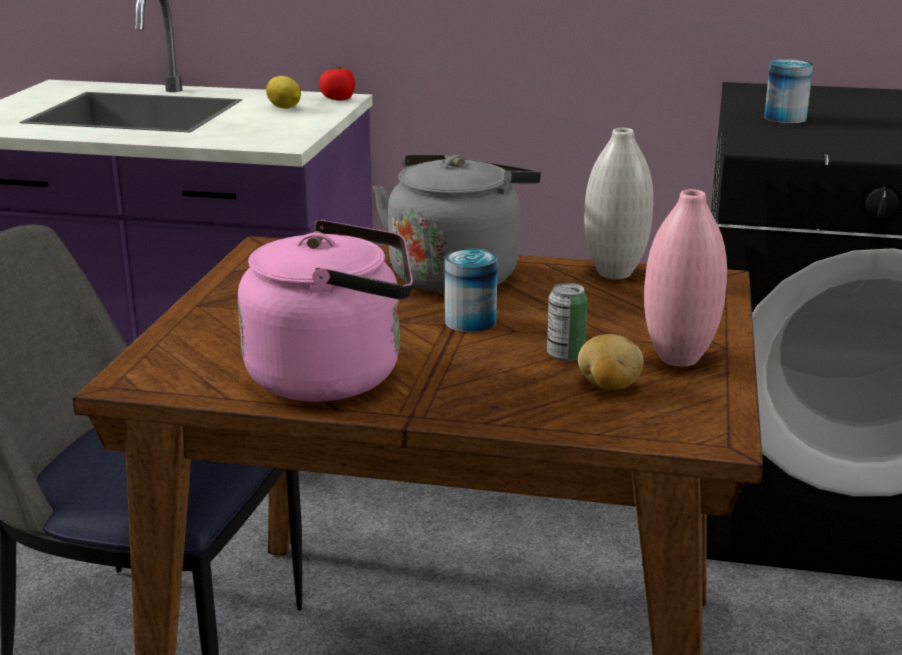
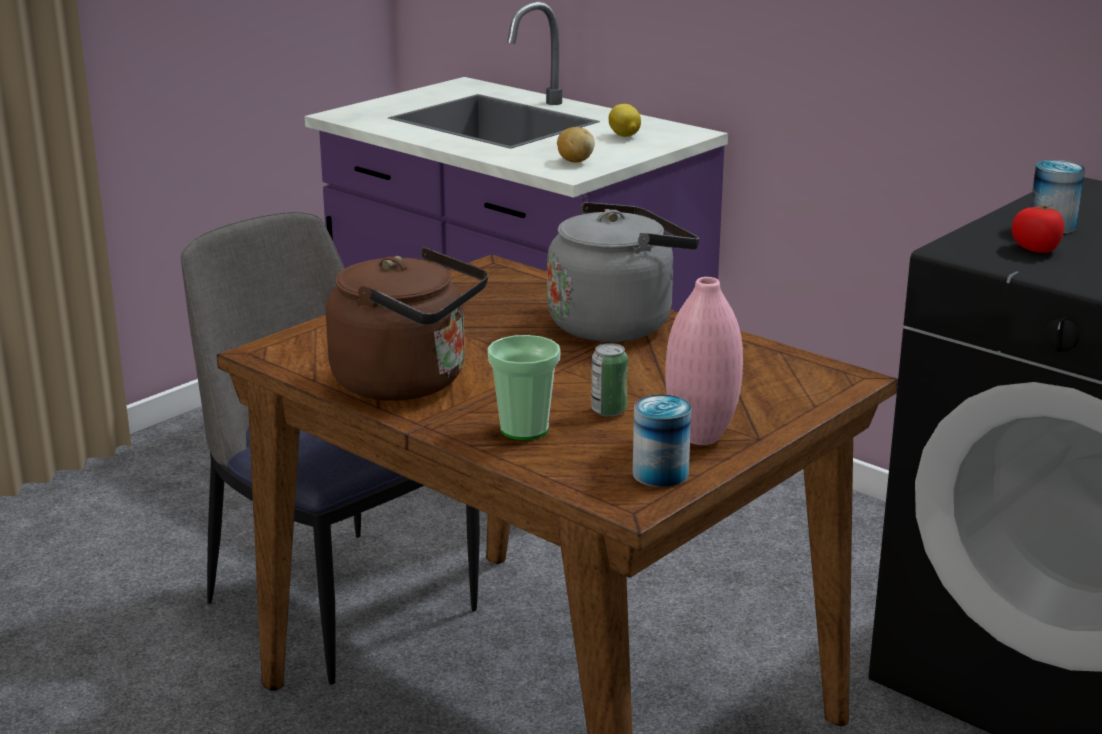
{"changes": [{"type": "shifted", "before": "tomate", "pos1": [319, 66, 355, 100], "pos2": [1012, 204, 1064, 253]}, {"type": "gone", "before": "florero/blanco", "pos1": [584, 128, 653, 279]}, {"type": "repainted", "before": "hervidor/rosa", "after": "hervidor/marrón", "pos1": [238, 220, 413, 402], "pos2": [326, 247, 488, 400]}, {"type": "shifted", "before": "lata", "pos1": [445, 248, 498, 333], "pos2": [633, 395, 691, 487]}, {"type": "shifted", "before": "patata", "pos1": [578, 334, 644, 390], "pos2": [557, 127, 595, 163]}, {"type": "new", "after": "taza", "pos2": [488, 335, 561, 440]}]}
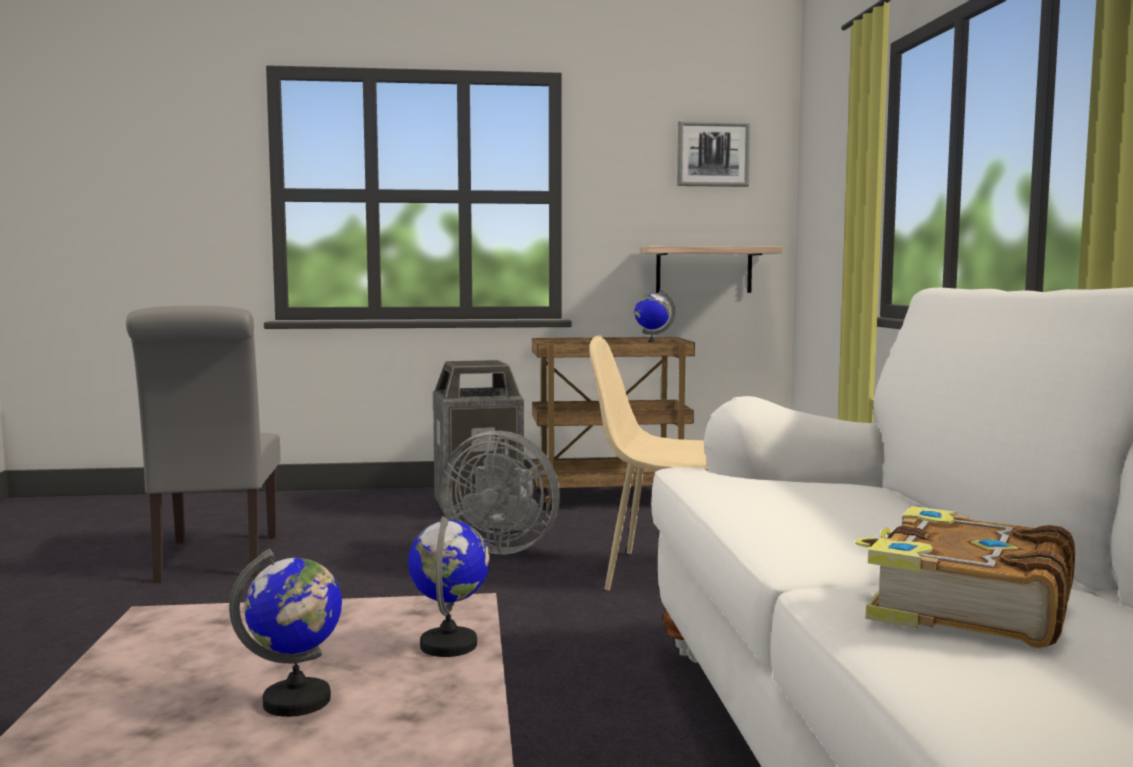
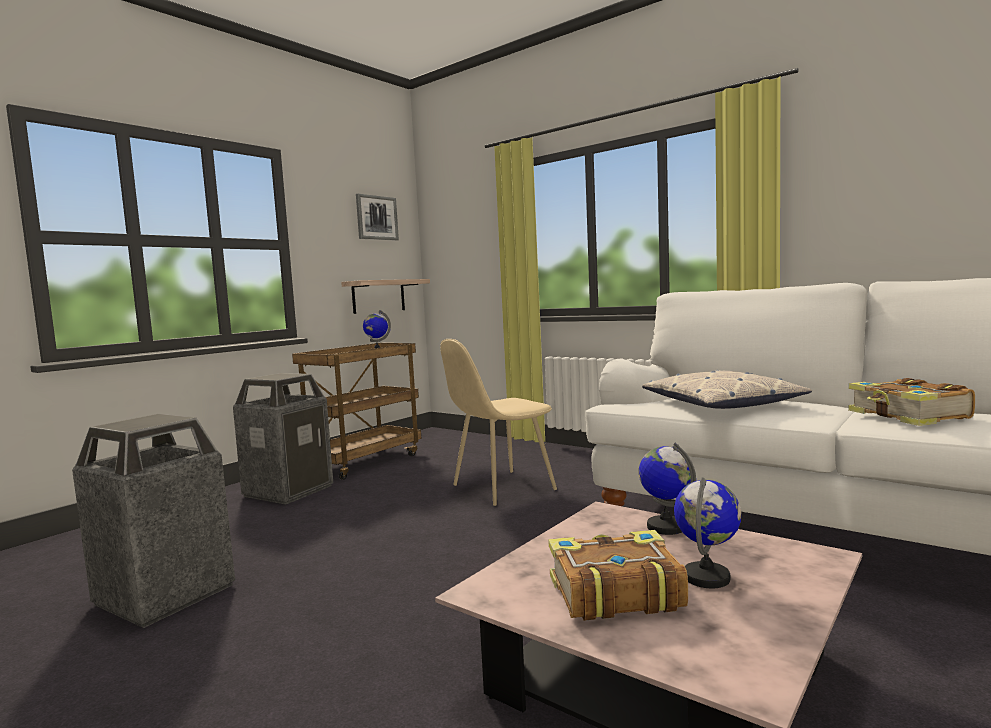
{"changes": [{"type": "swapped", "before": "silla/gris", "after": "papelera", "pos1": [126, 305, 281, 583], "pos2": [72, 414, 235, 628]}, {"type": "gone", "before": "ventilador/gris", "pos1": [440, 431, 560, 554]}, {"type": "new", "after": "cojín", "pos2": [642, 370, 812, 409]}, {"type": "new", "after": "libro", "pos2": [548, 530, 688, 621]}]}
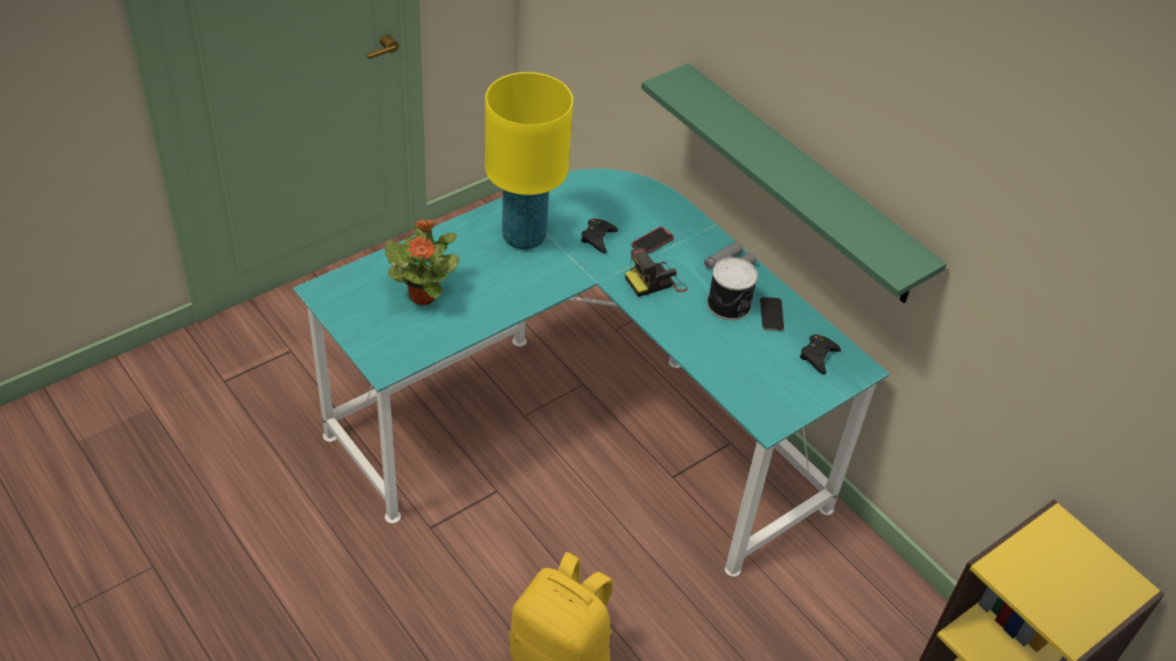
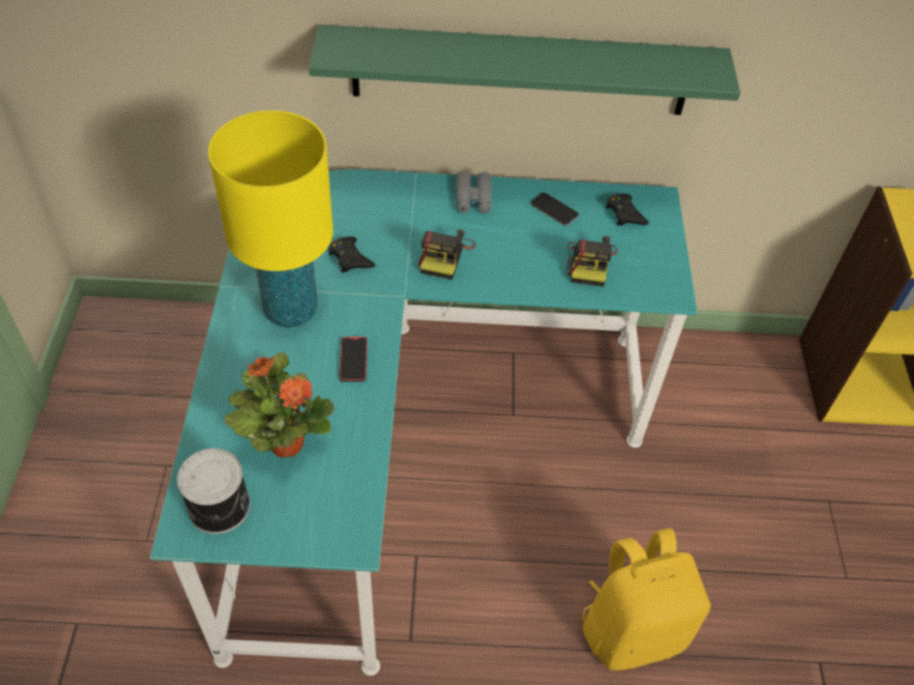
{"changes": [{"type": "shifted", "before": "móvil", "pos1": [631, 227, 674, 254], "pos2": [339, 337, 367, 382]}, {"type": "shifted", "before": "lata", "pos1": [707, 257, 758, 321], "pos2": [177, 448, 250, 534]}, {"type": "new", "after": "cámara", "pos2": [567, 236, 617, 286]}]}
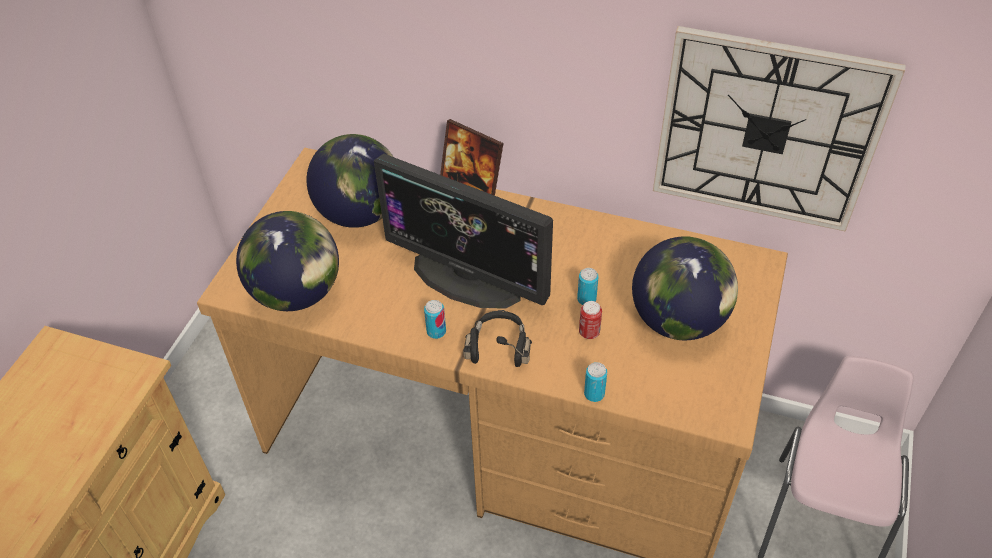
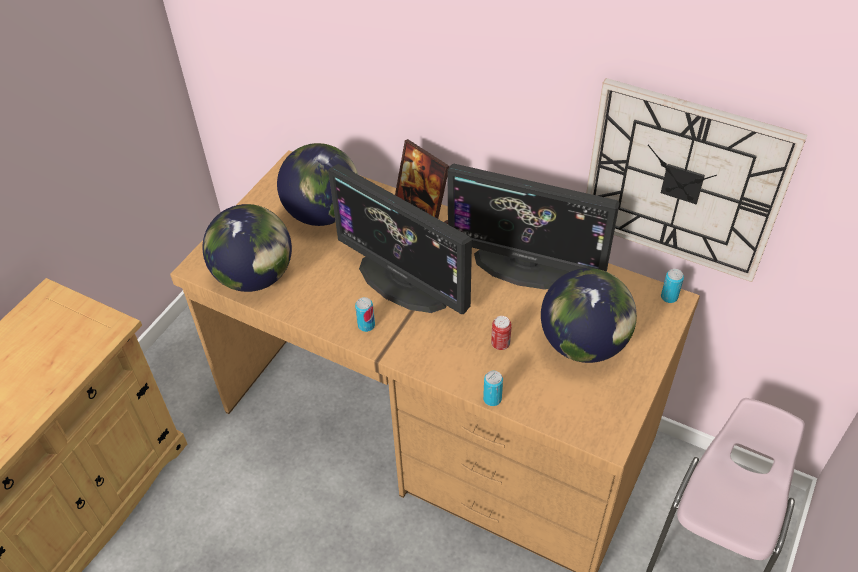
{"changes": [{"type": "shifted", "before": "lata", "pos1": [577, 268, 599, 305], "pos2": [661, 269, 684, 303]}, {"type": "gone", "before": "auriculares/negro", "pos1": [463, 310, 532, 367]}, {"type": "new", "after": "monitor", "pos2": [447, 163, 620, 289]}]}
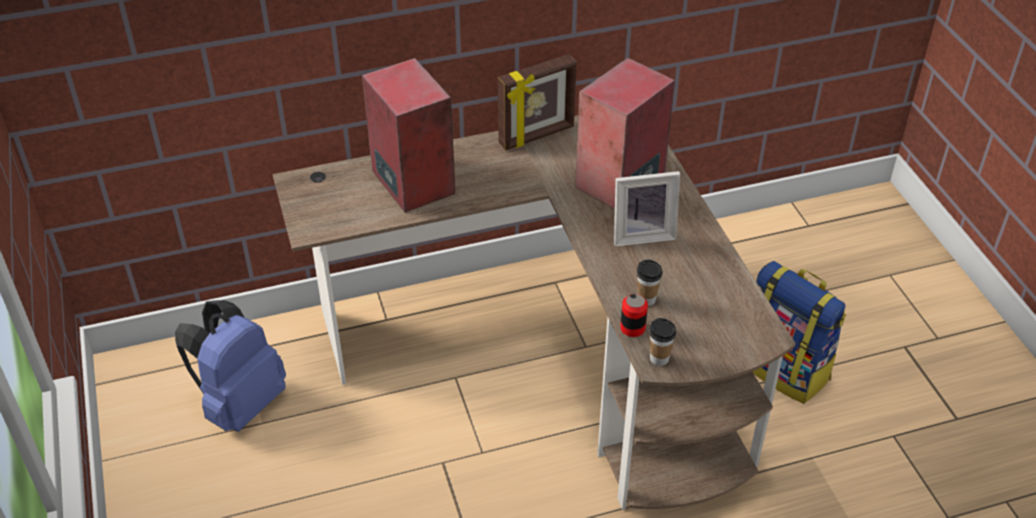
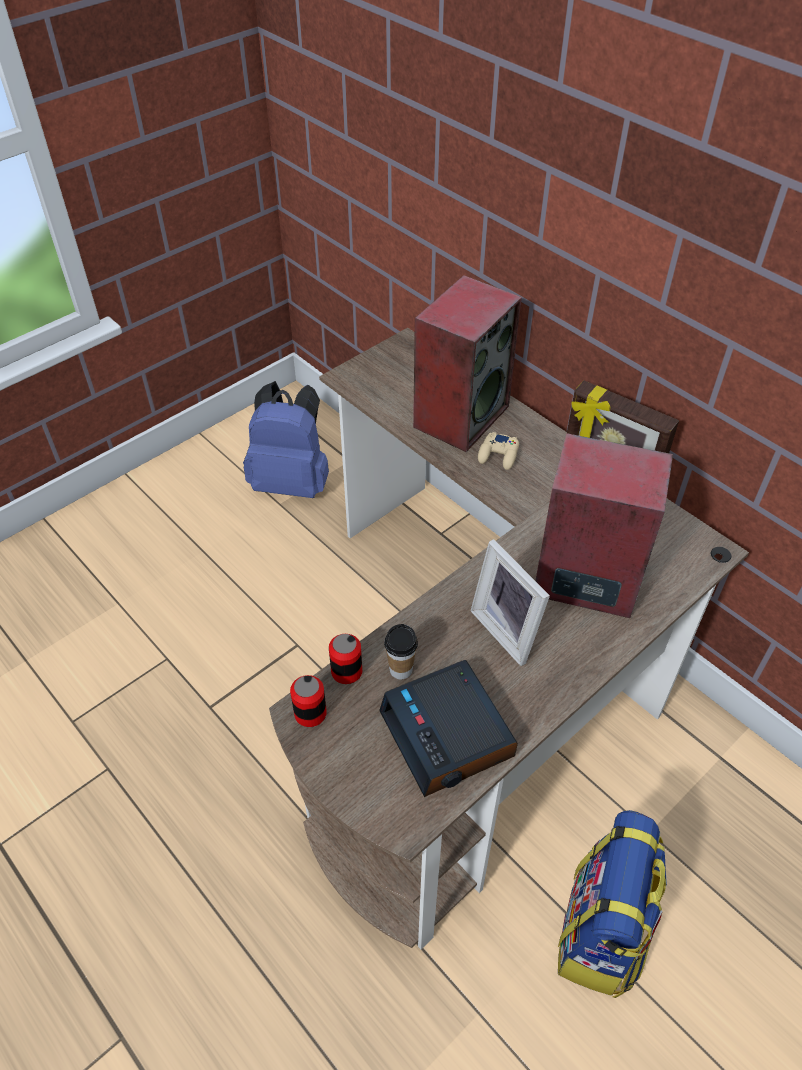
{"changes": [{"type": "swapped", "before": "taza", "after": "lata", "pos1": [649, 318, 677, 366], "pos2": [290, 675, 327, 727]}, {"type": "new", "after": "mando de consola/beis", "pos2": [478, 432, 519, 470]}, {"type": "new", "after": "despertador", "pos2": [379, 660, 518, 797]}]}
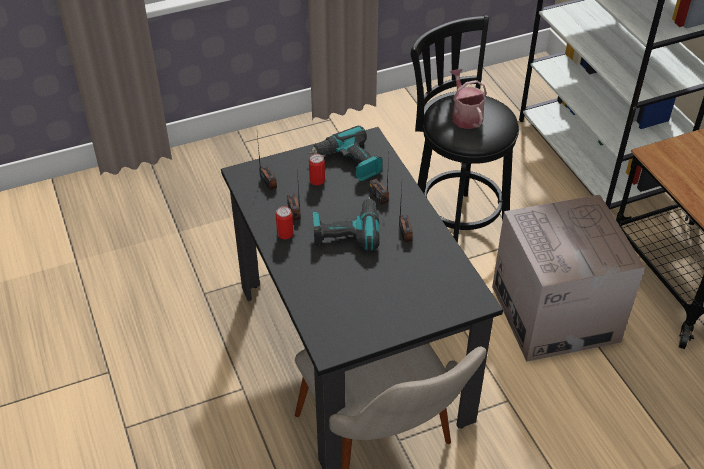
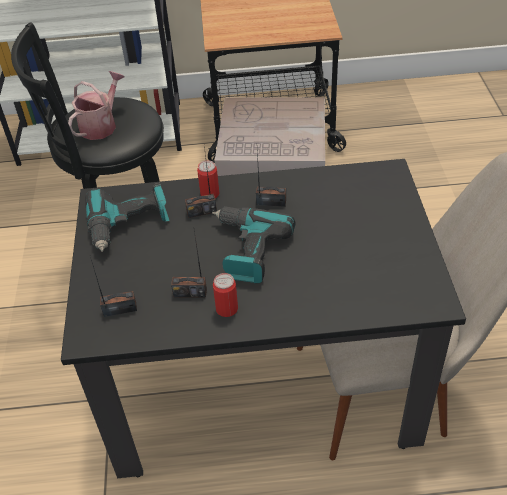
{"changes": [{"type": "rotated", "before": "regadera", "pos1": [450, 69, 487, 129], "pos2": [68, 71, 125, 140], "turn": 120}, {"type": "shifted", "before": "lata", "pos1": [309, 154, 325, 185], "pos2": [197, 160, 219, 198]}]}
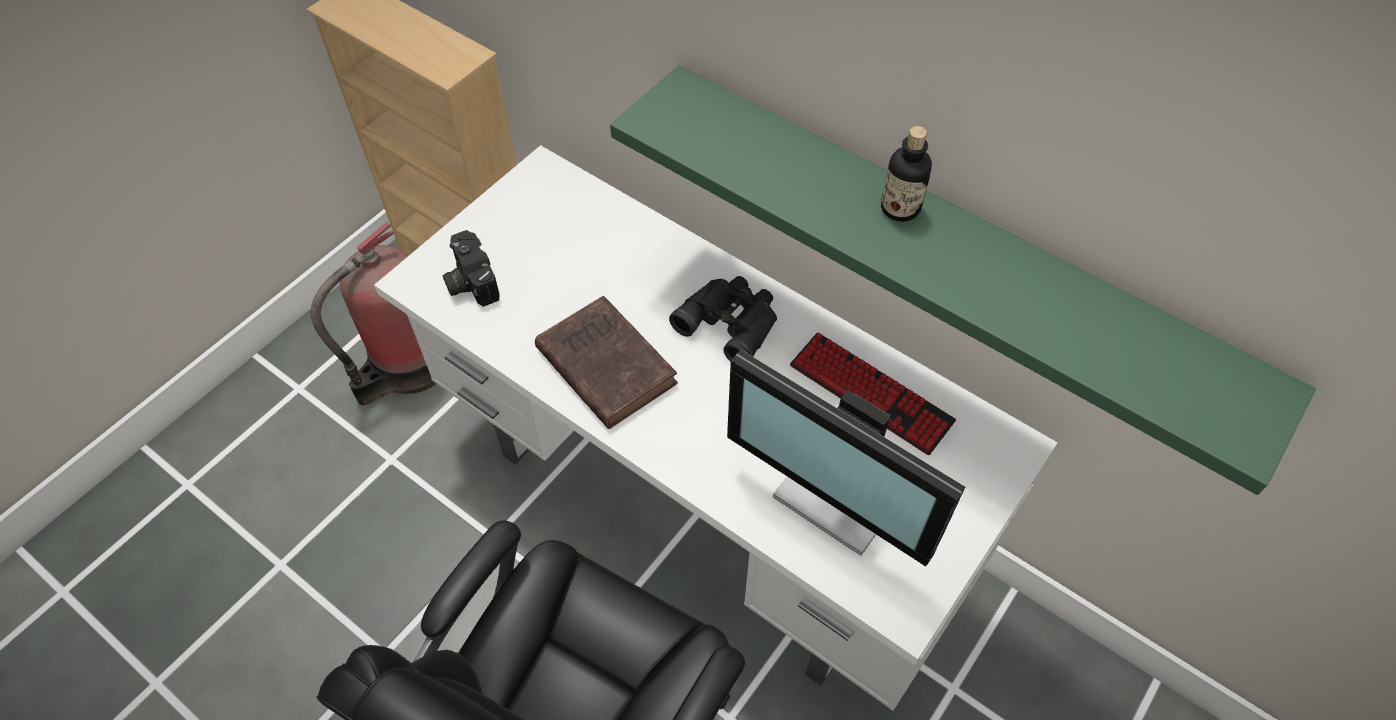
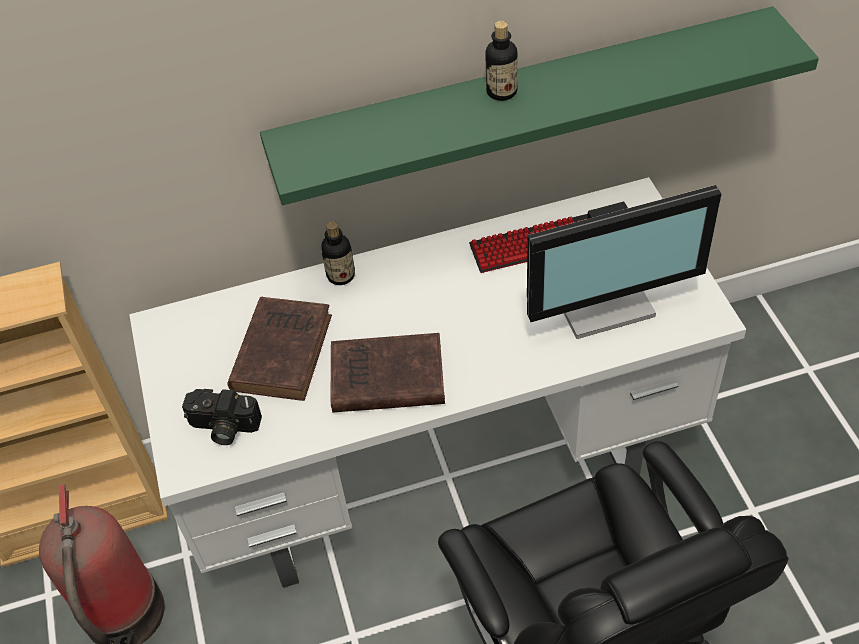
{"changes": [{"type": "gone", "before": "prismáticos/negro", "pos1": [669, 276, 777, 362]}, {"type": "new", "after": "botella", "pos2": [321, 221, 355, 285]}, {"type": "new", "after": "libro/marrón", "pos2": [227, 297, 332, 401]}]}
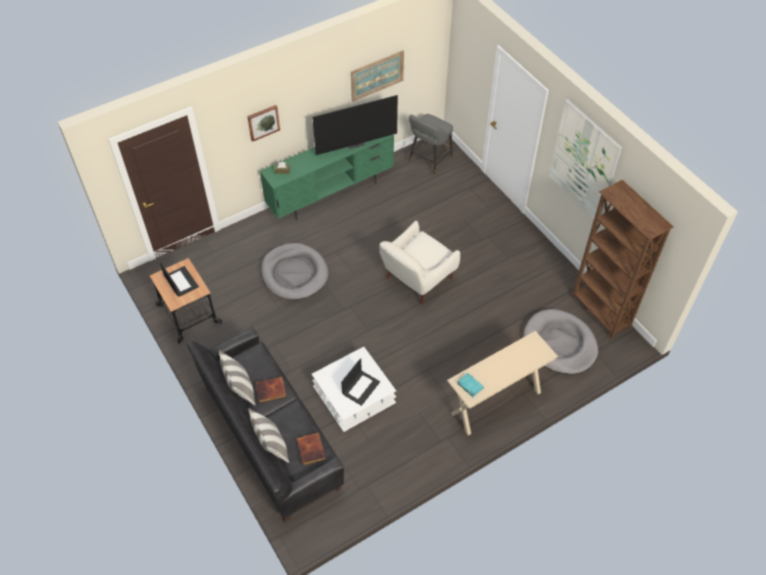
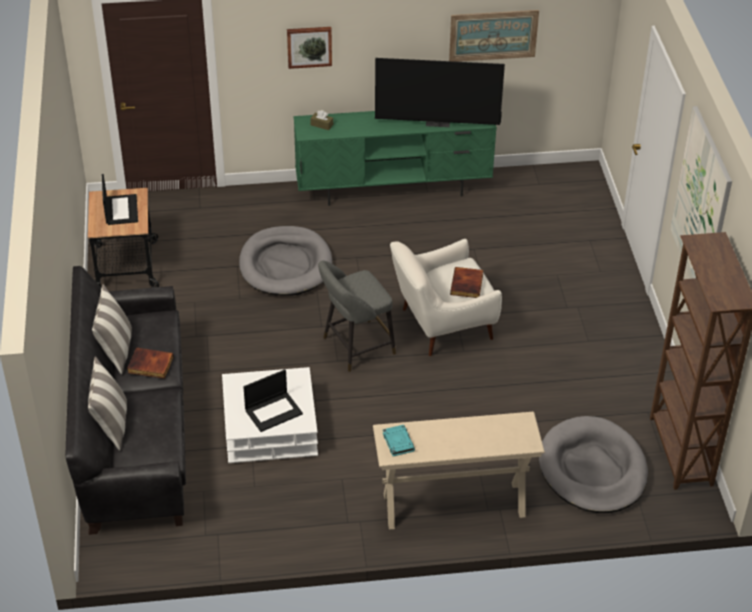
{"changes": [{"type": "shifted", "before": "taburete/gris", "pos1": [408, 114, 453, 175], "pos2": [318, 261, 396, 372]}, {"type": "shifted", "before": "libro", "pos1": [296, 433, 326, 465], "pos2": [450, 267, 483, 298]}]}
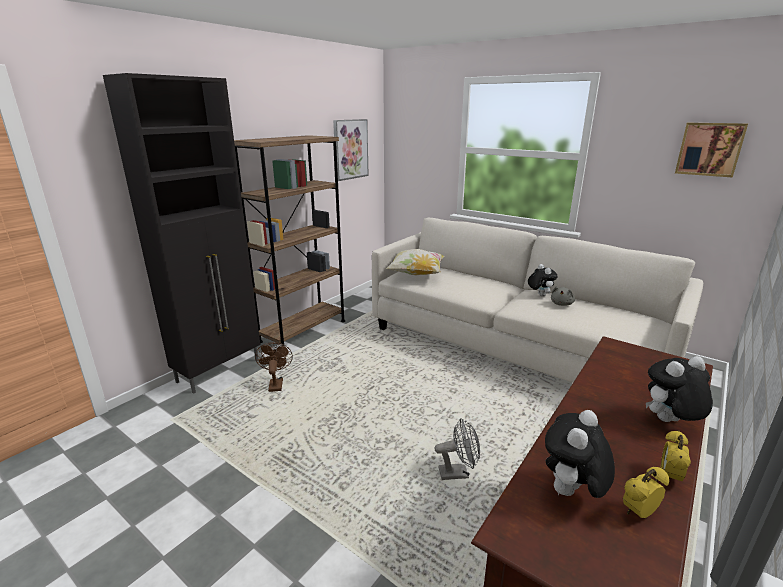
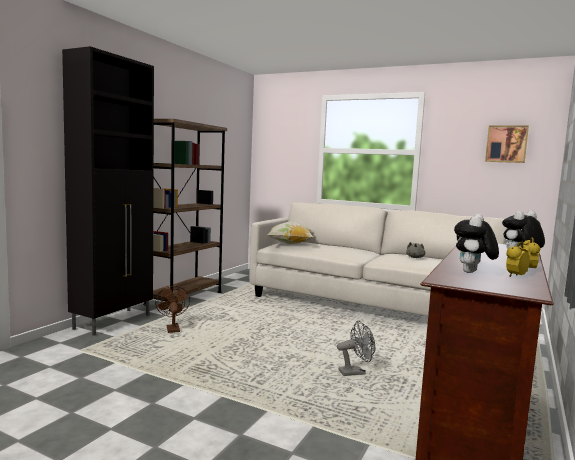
{"changes": [{"type": "gone", "before": "cuadro", "pos1": [333, 119, 369, 181]}, {"type": "gone", "before": "peluche", "pos1": [528, 264, 558, 297]}]}
